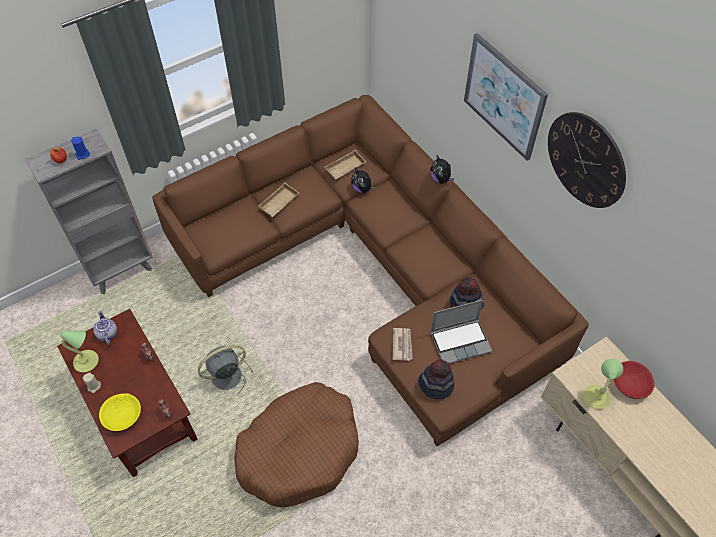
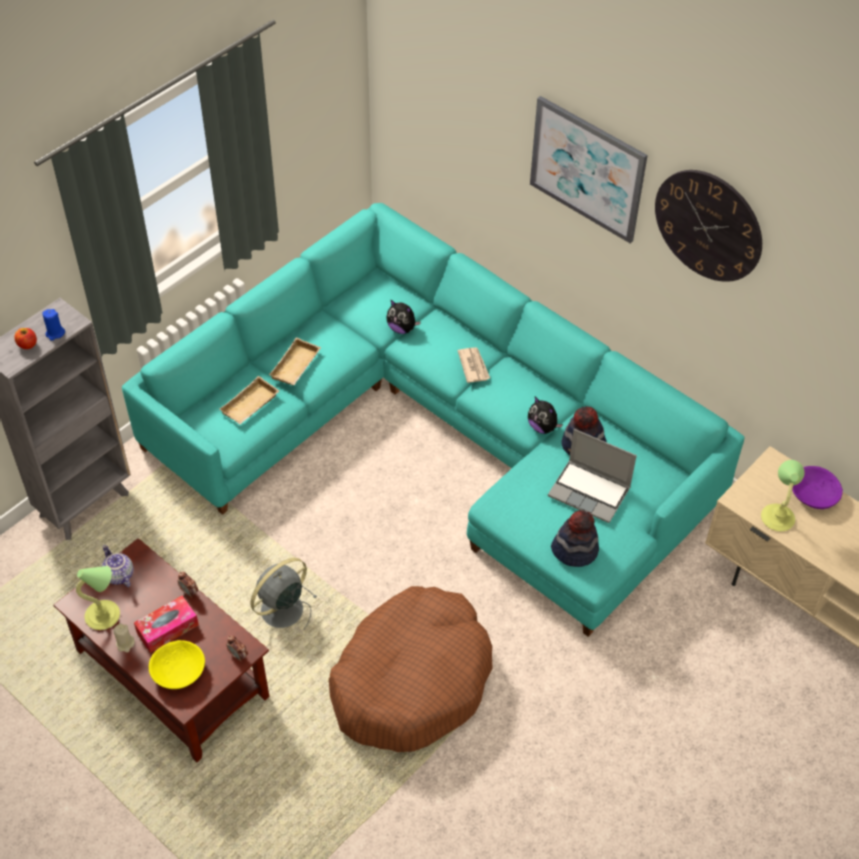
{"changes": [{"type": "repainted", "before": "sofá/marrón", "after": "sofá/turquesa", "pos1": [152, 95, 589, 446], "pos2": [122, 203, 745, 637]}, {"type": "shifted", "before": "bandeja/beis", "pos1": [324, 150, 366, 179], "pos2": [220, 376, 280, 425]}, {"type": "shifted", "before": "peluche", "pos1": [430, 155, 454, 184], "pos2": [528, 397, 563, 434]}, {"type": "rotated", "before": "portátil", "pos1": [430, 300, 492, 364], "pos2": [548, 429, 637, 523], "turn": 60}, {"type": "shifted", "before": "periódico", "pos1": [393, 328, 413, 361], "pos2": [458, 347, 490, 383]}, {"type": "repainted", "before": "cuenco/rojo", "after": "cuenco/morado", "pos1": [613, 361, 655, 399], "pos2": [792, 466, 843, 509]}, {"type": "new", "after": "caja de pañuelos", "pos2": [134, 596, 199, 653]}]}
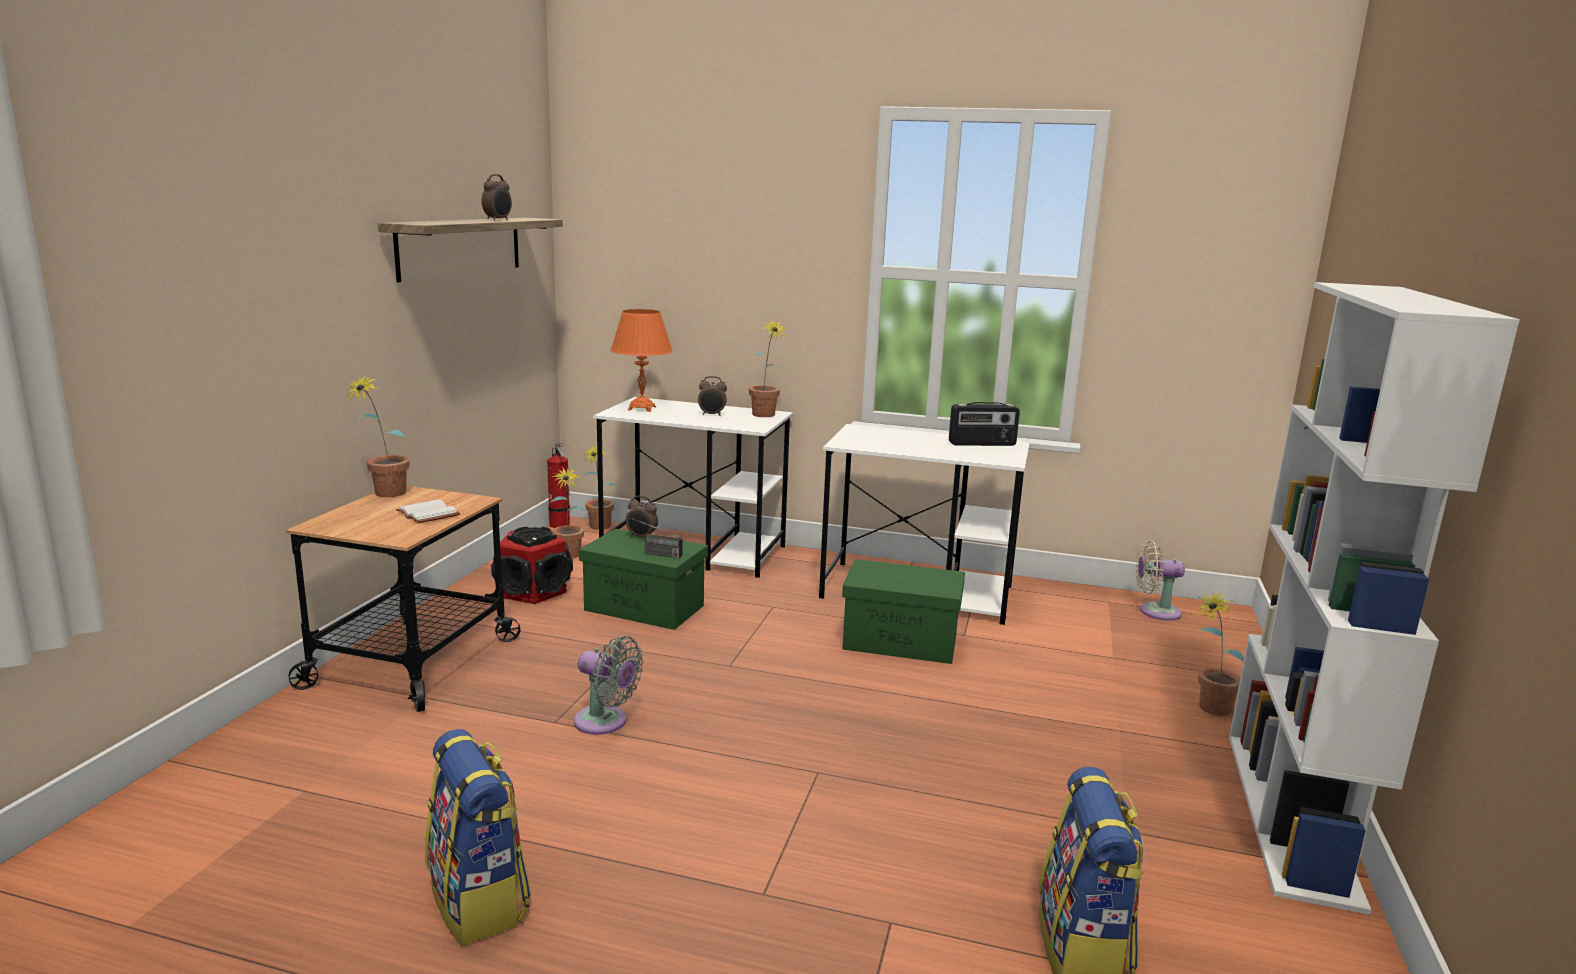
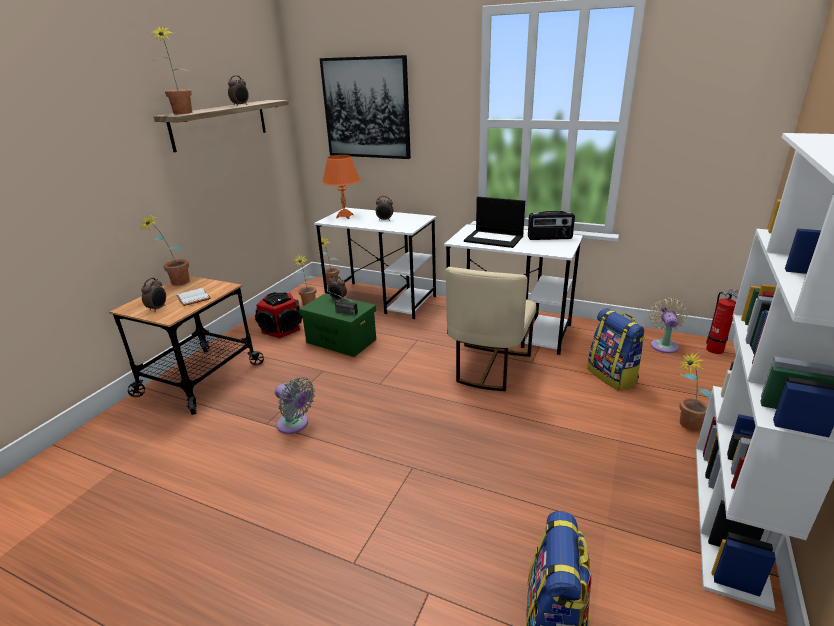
{"changes": [{"type": "shifted", "before": "planta en maceta", "pos1": [749, 319, 789, 417], "pos2": [150, 26, 192, 114]}, {"type": "shifted", "before": "extintor", "pos1": [547, 443, 570, 528], "pos2": [706, 290, 739, 354]}, {"type": "rotated", "before": "ventilador/beis", "pos1": [1136, 541, 1185, 621], "pos2": [649, 298, 688, 353], "turn": 90}, {"type": "swapped", "before": "caja de almacenaje/verde", "after": "silla/beis", "pos1": [842, 559, 965, 664], "pos2": [446, 267, 536, 391]}, {"type": "shifted", "before": "mochila", "pos1": [425, 729, 531, 946], "pos2": [587, 308, 645, 391]}, {"type": "new", "after": "cuadro", "pos2": [320, 55, 411, 159]}, {"type": "new", "after": "portátil", "pos2": [464, 197, 525, 248]}, {"type": "new", "after": "despertador", "pos2": [141, 278, 166, 312]}]}
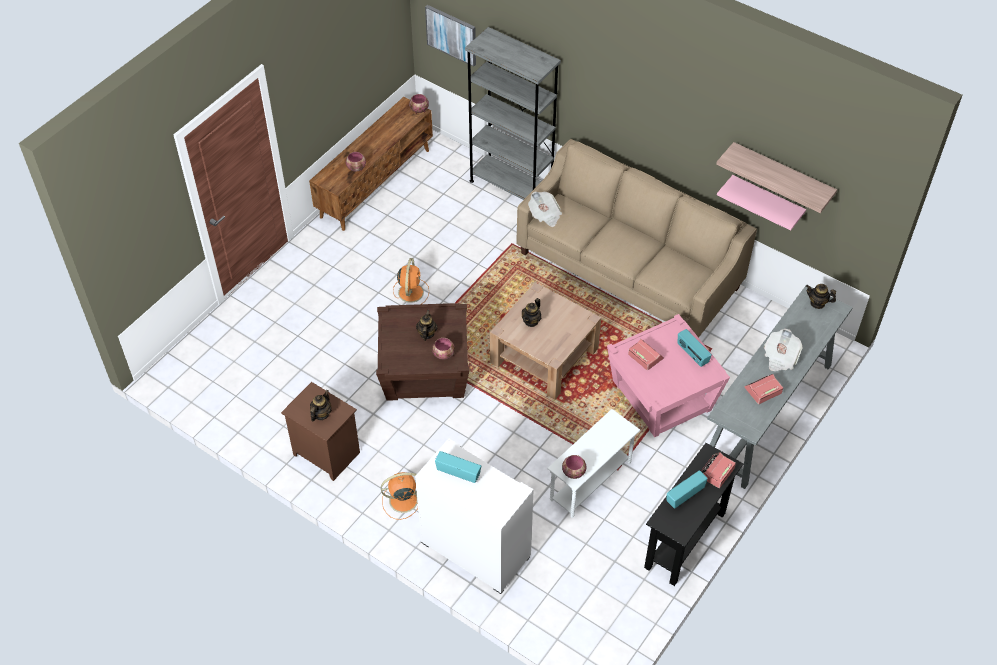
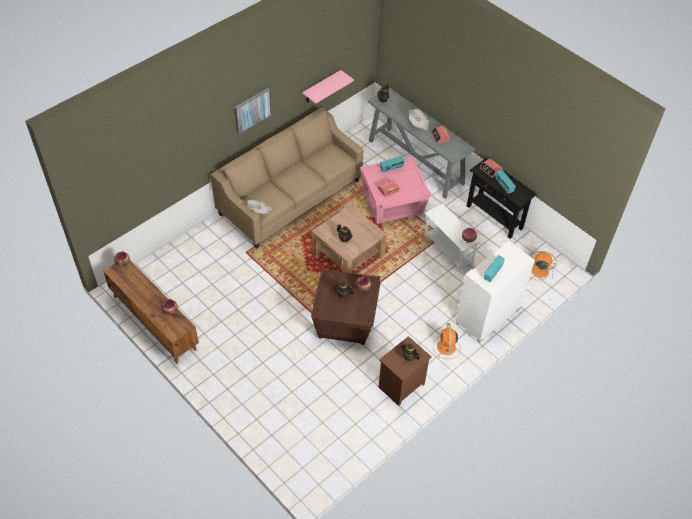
{"changes": [{"type": "shifted", "before": "cuadro", "pos1": [425, 5, 476, 67], "pos2": [234, 88, 271, 134]}, {"type": "gone", "before": "estantería/gris", "pos1": [465, 27, 561, 200]}, {"type": "gone", "before": "estante", "pos1": [716, 142, 837, 213]}, {"type": "shifted", "before": "ventilador/naranja", "pos1": [393, 258, 429, 304], "pos2": [531, 251, 557, 280]}]}
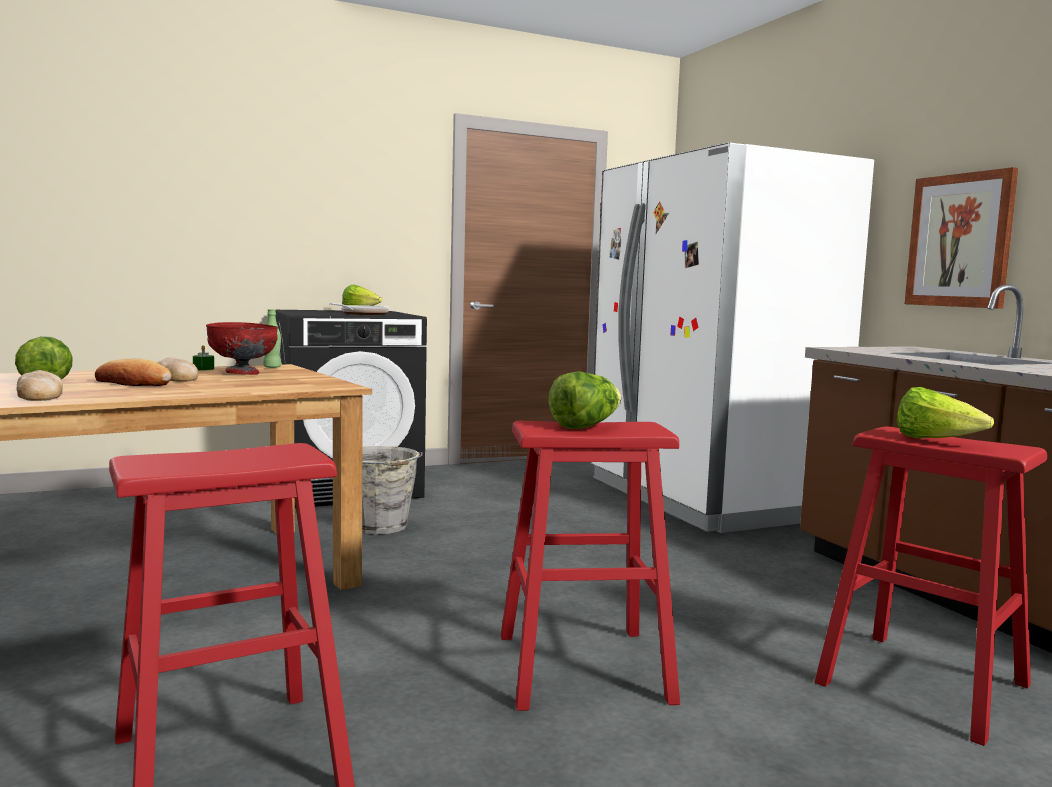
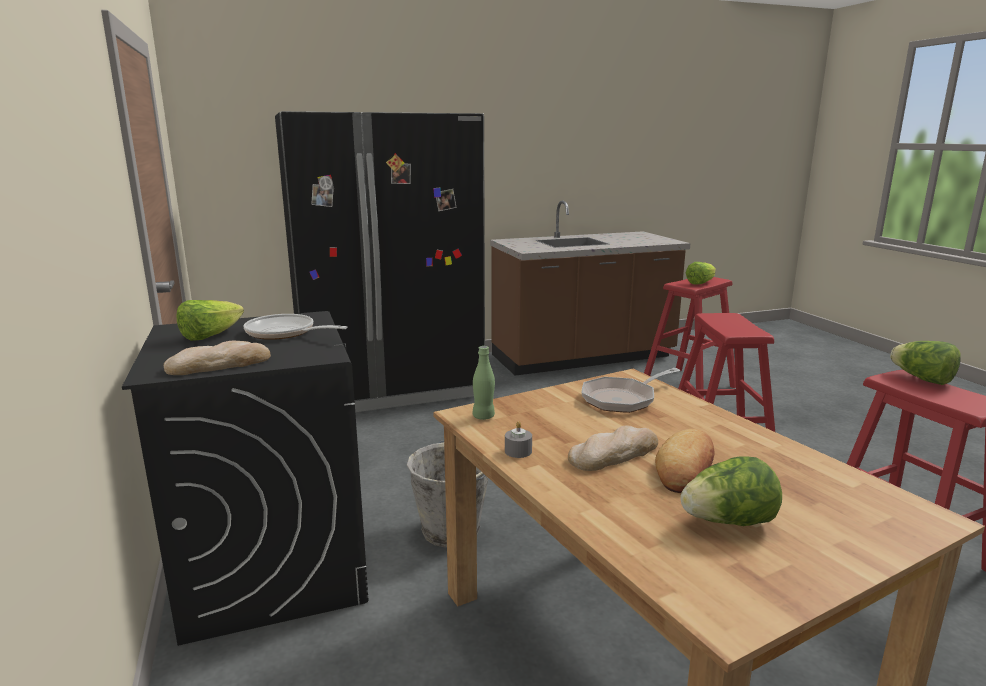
{"changes": [{"type": "repainted", "before": "nevera/blanco", "after": "nevera/negro", "pos1": [590, 142, 874, 533], "pos2": [275, 111, 485, 412]}, {"type": "gone", "before": "cuadro", "pos1": [905, 167, 1019, 309]}, {"type": "gone", "before": "cuenco/rojo", "pos1": [206, 322, 278, 375]}, {"type": "repainted", "before": "vela/verde", "after": "vela/gris", "pos1": [193, 345, 214, 370], "pos2": [505, 421, 532, 458]}, {"type": "shifted", "before": "pan", "pos1": [16, 370, 63, 401], "pos2": [164, 341, 271, 375]}, {"type": "shifted", "before": "lechuga", "pos1": [548, 371, 621, 429], "pos2": [890, 341, 961, 385]}, {"type": "new", "after": "sartén", "pos2": [582, 368, 680, 413]}]}
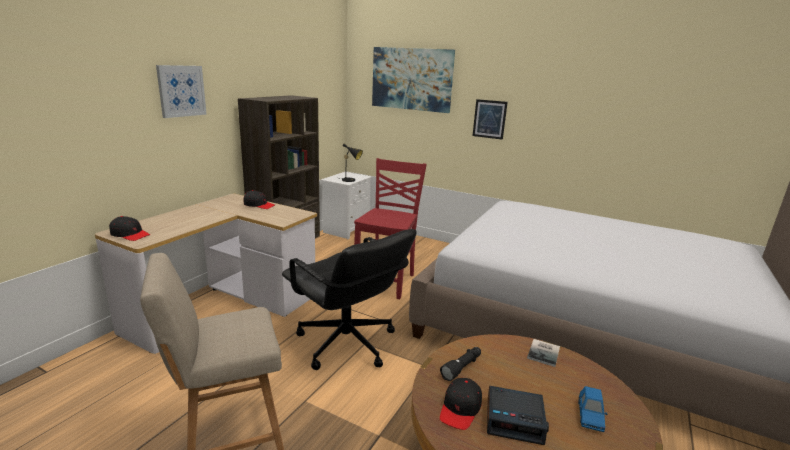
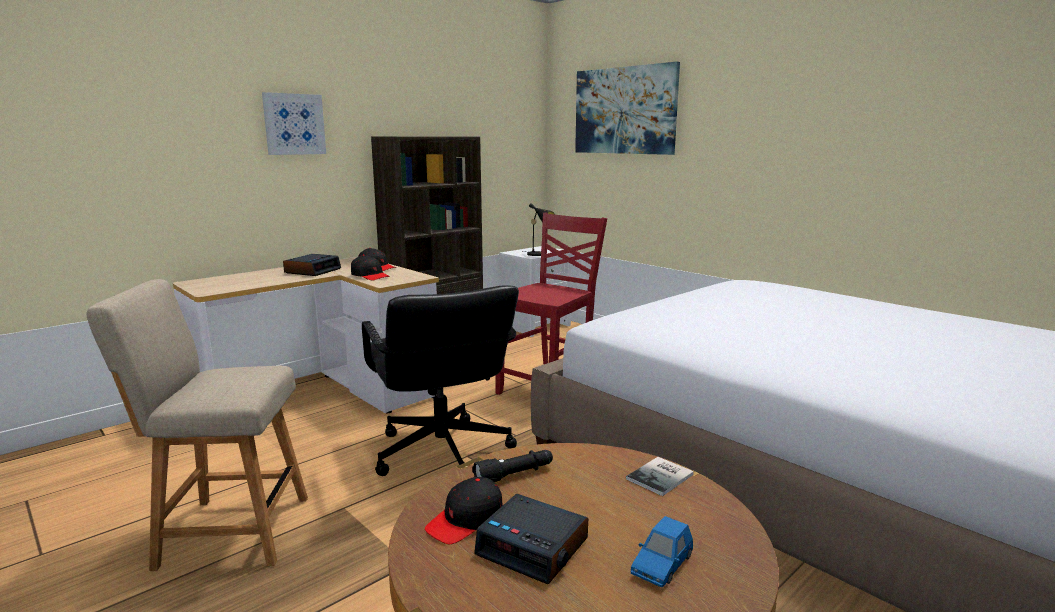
{"changes": [{"type": "gone", "before": "cuadro", "pos1": [473, 99, 508, 140]}, {"type": "shifted", "before": "gorra/negro", "pos1": [109, 216, 150, 241], "pos2": [351, 255, 390, 280]}, {"type": "new", "after": "despertador", "pos2": [283, 254, 341, 276]}]}
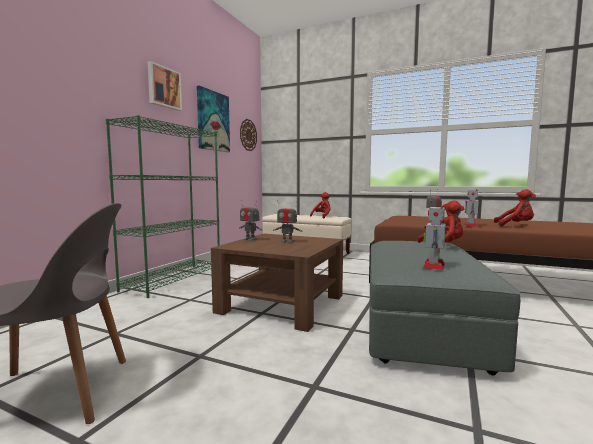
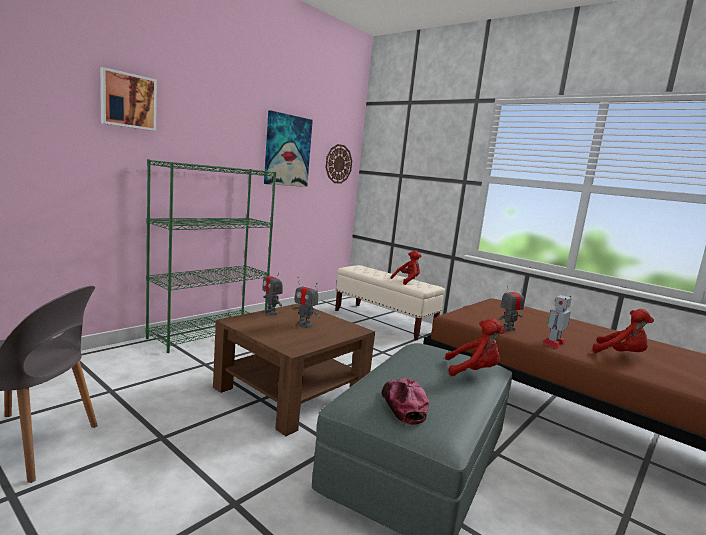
{"changes": [{"type": "shifted", "before": "cuadro", "pos1": [148, 61, 182, 111], "pos2": [100, 67, 157, 131]}, {"type": "swapped", "before": "robot de juguete", "after": "gorra", "pos1": [423, 206, 446, 270], "pos2": [382, 378, 429, 425]}]}
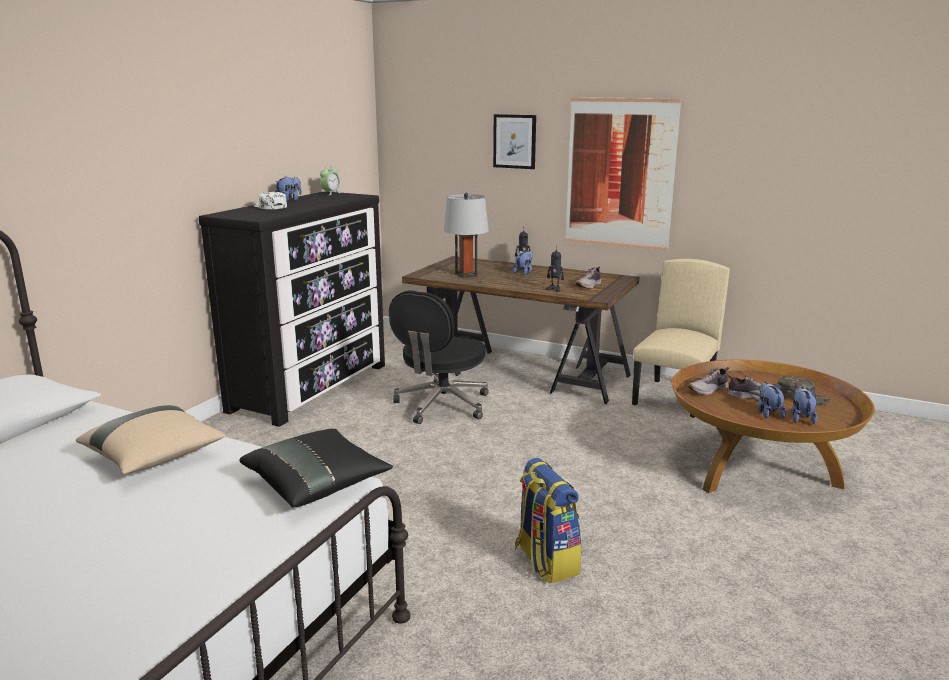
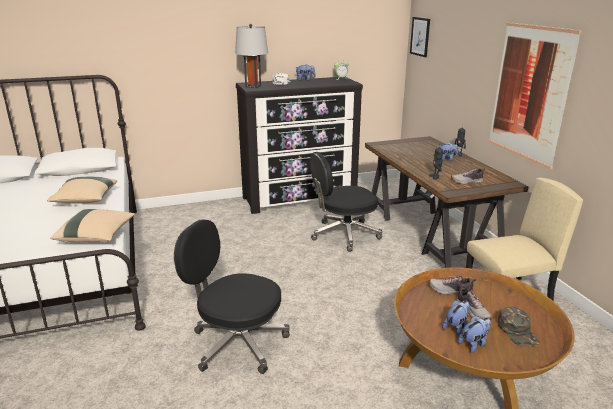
{"changes": [{"type": "shifted", "before": "cuadro", "pos1": [493, 114, 536, 169], "pos2": [410, 17, 430, 57]}, {"type": "shifted", "before": "lámpara de mesa/gris", "pos1": [444, 193, 489, 278], "pos2": [235, 24, 268, 88]}, {"type": "repainted", "before": "cojín/negro", "after": "cojín/beis", "pos1": [240, 429, 393, 507], "pos2": [51, 209, 135, 242]}, {"type": "swapped", "before": "mochila", "after": "silla de oficina/negro", "pos1": [515, 458, 582, 583], "pos2": [174, 219, 290, 374]}]}
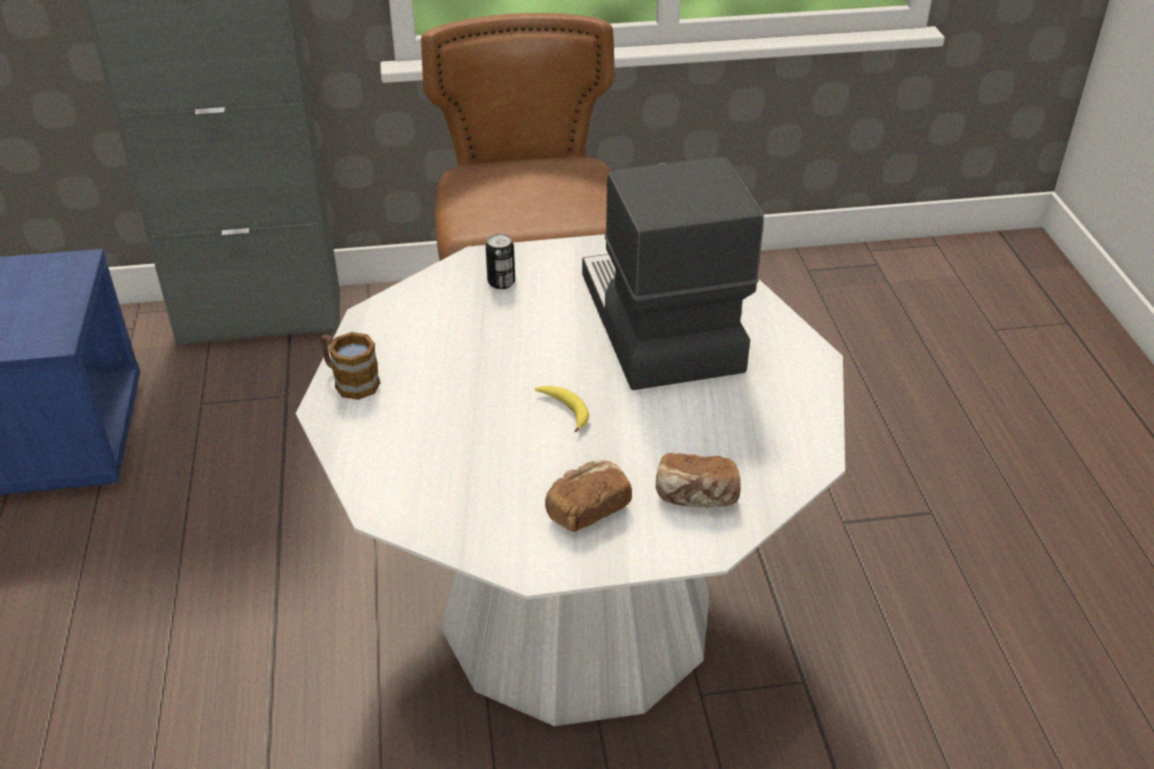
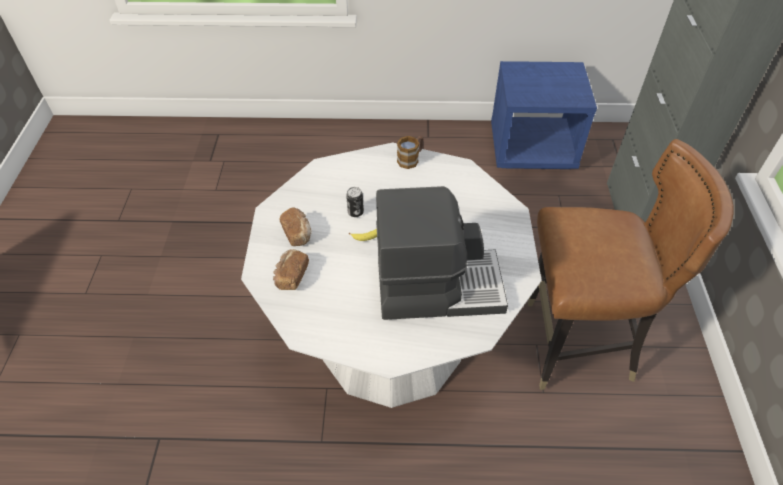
{"changes": [{"type": "shifted", "before": "lata", "pos1": [486, 234, 515, 289], "pos2": [346, 187, 364, 217]}]}
